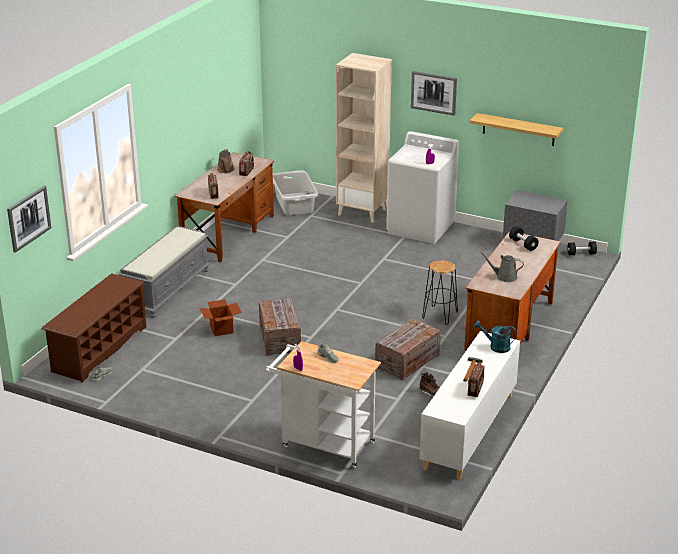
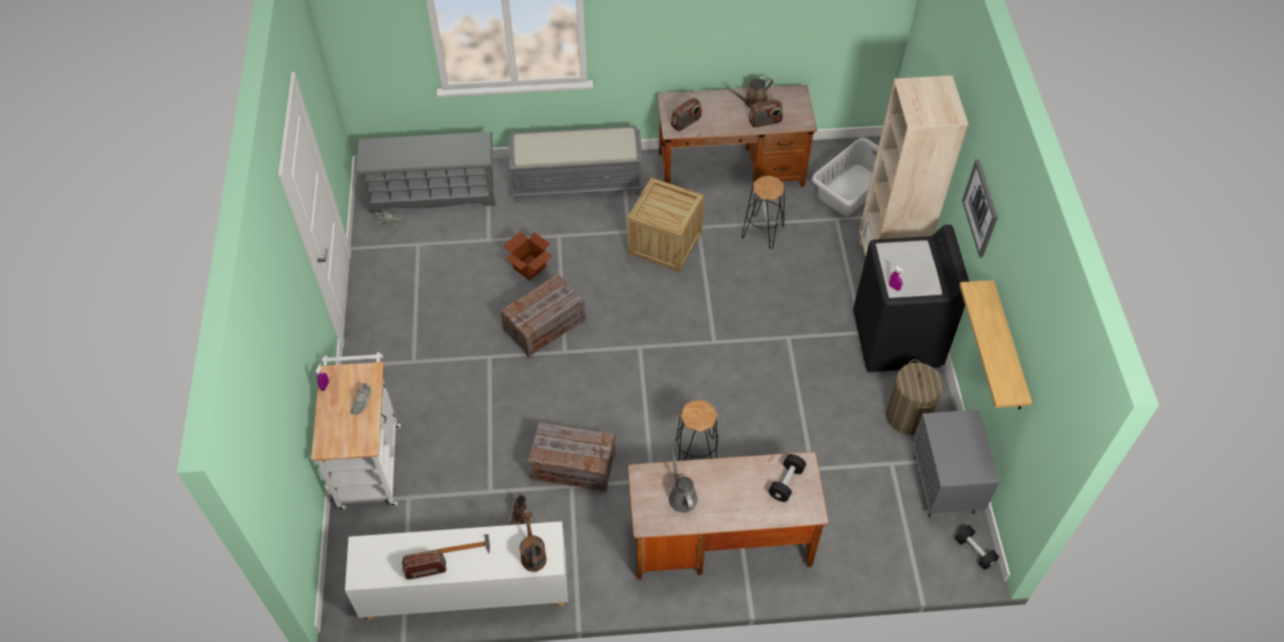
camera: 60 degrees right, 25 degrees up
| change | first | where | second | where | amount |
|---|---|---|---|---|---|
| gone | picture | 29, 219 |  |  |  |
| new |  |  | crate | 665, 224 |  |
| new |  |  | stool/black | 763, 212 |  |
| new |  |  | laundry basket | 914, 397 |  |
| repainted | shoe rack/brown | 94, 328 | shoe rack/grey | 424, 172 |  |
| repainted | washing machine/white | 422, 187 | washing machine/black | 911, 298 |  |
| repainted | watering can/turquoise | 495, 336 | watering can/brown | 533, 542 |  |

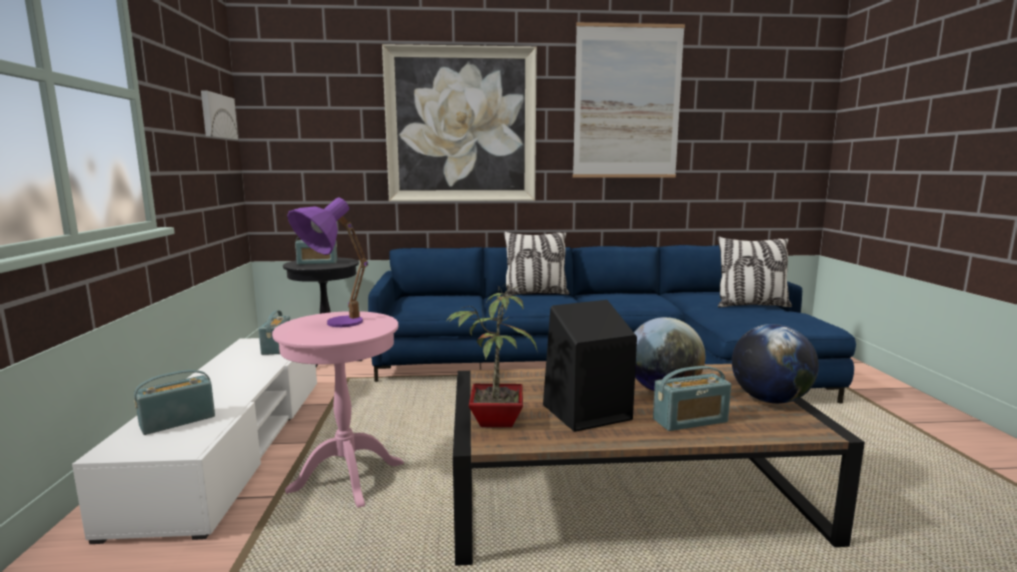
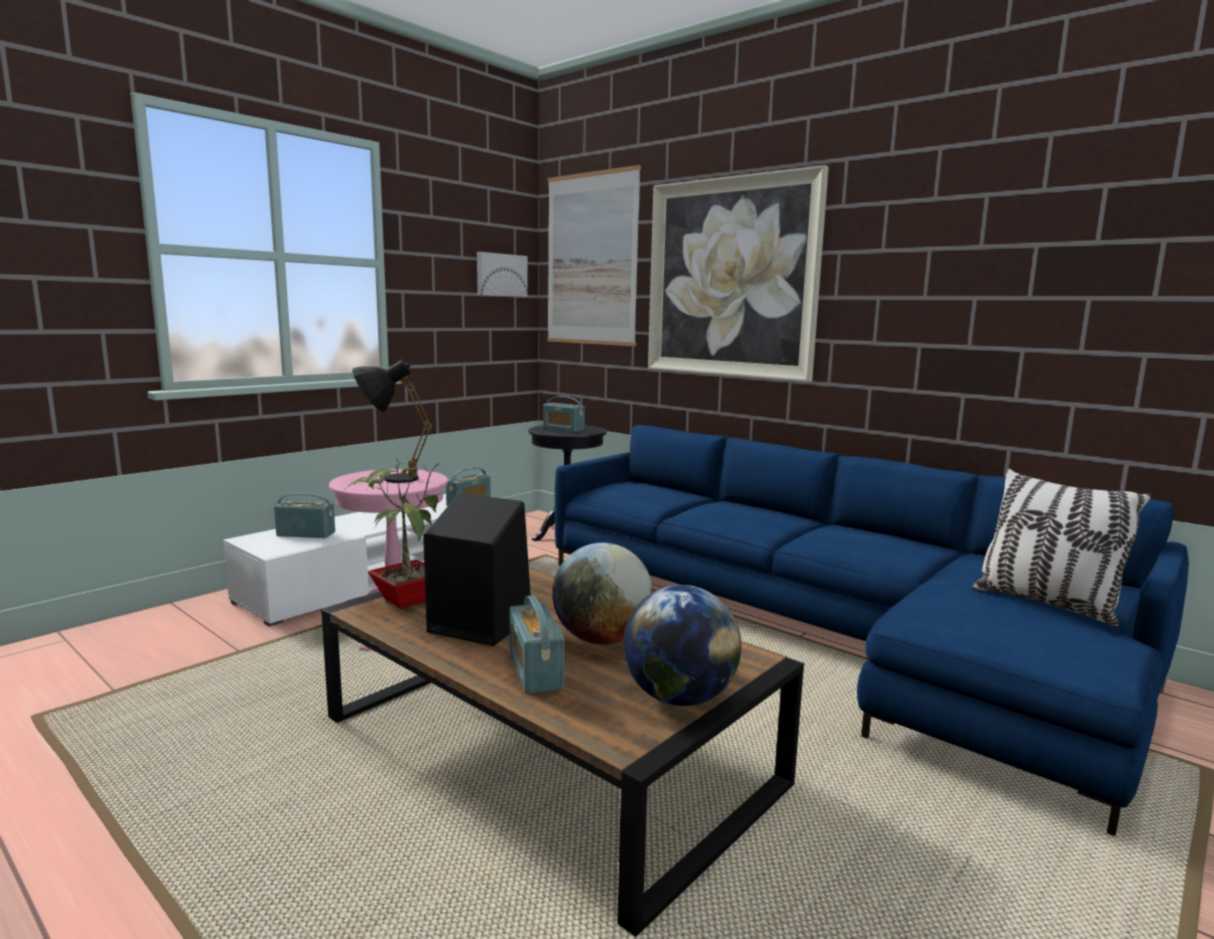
camera: 45 degrees right, 0 degrees up
| change | first | where | second | where | amount |
|---|---|---|---|---|---|
| gone | pillow | 536, 263 |  |  |  |
| shifted | picture | 629, 100 |  | 594, 255 |  |
| repainted | table lamp/purple | 327, 262 | table lamp/black | 392, 421 |  |
| rotated | radio | 692, 398 |  | 537, 644 | 45 degrees clockwise |

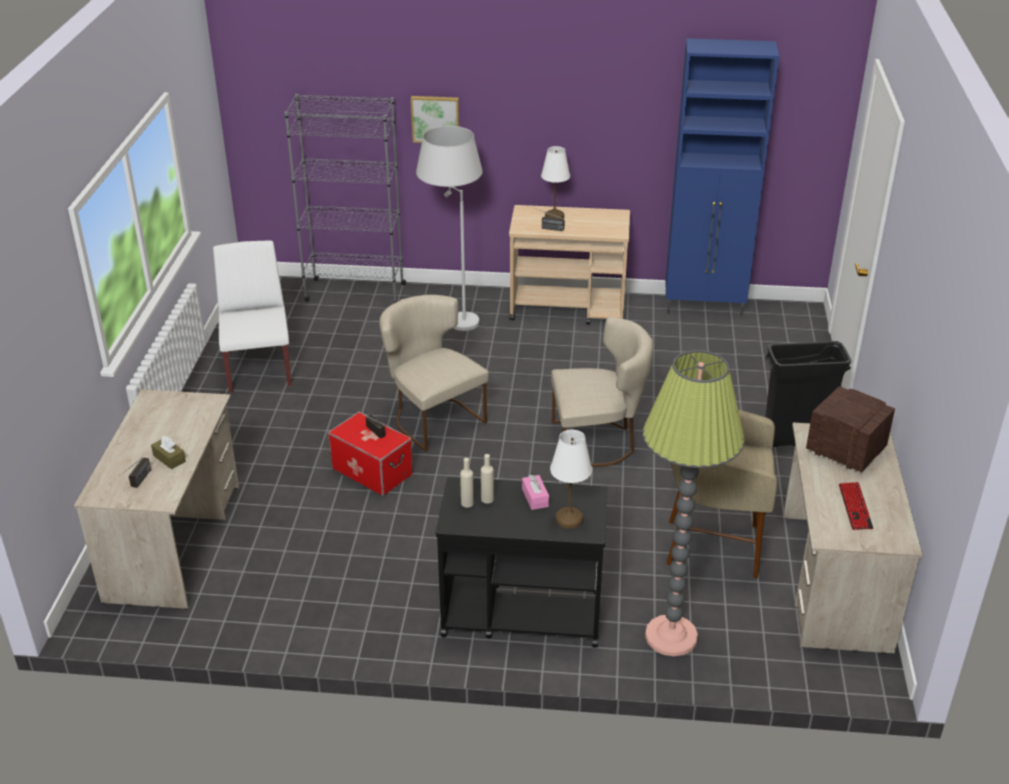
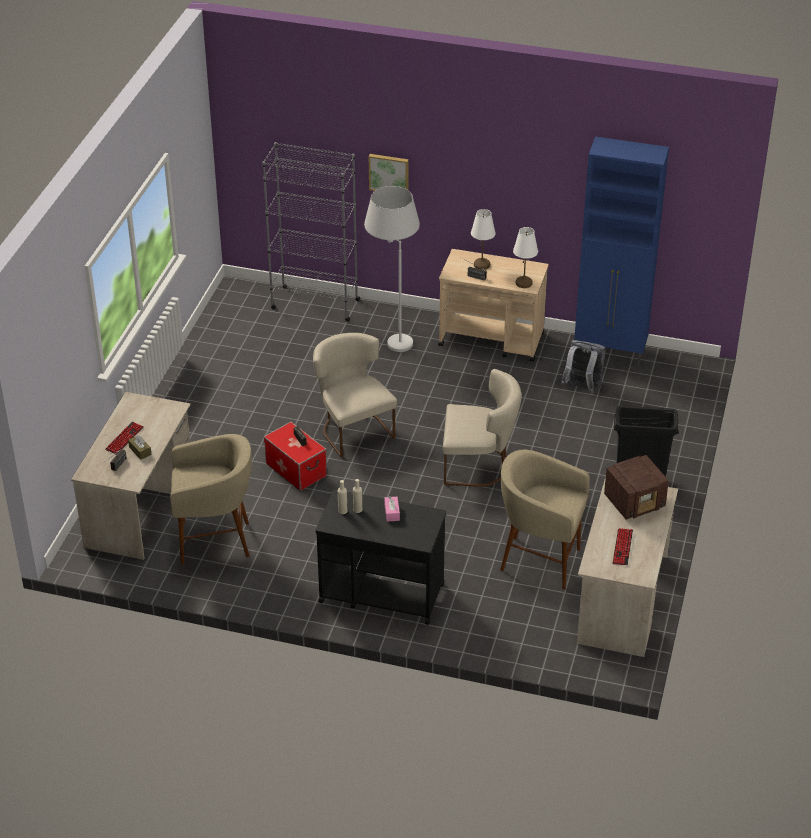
camera: 10 degrees right, 5 degrees up
| change | first | where | second | where | amount |
|---|---|---|---|---|---|
| gone | chair/white | 252, 316 |  |  |  |
| gone | floor lamp | 693, 503 |  |  |  |
| new |  |  | keyboard | 124, 438 |  |
| new |  |  | stool/beige | 211, 499 |  |
| new |  |  | backpack/grey | 583, 366 |  |
| shifted | table lamp/white | 571, 479 |  | 525, 257 |  |
| rotated | radio | 850, 429 |  | 636, 487 | 105 degrees clockwise |

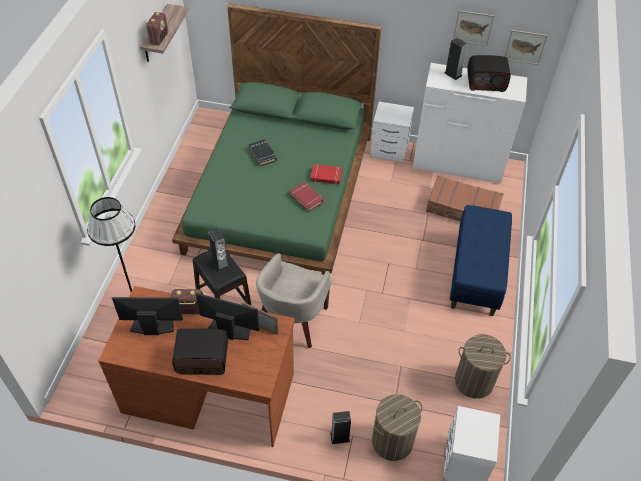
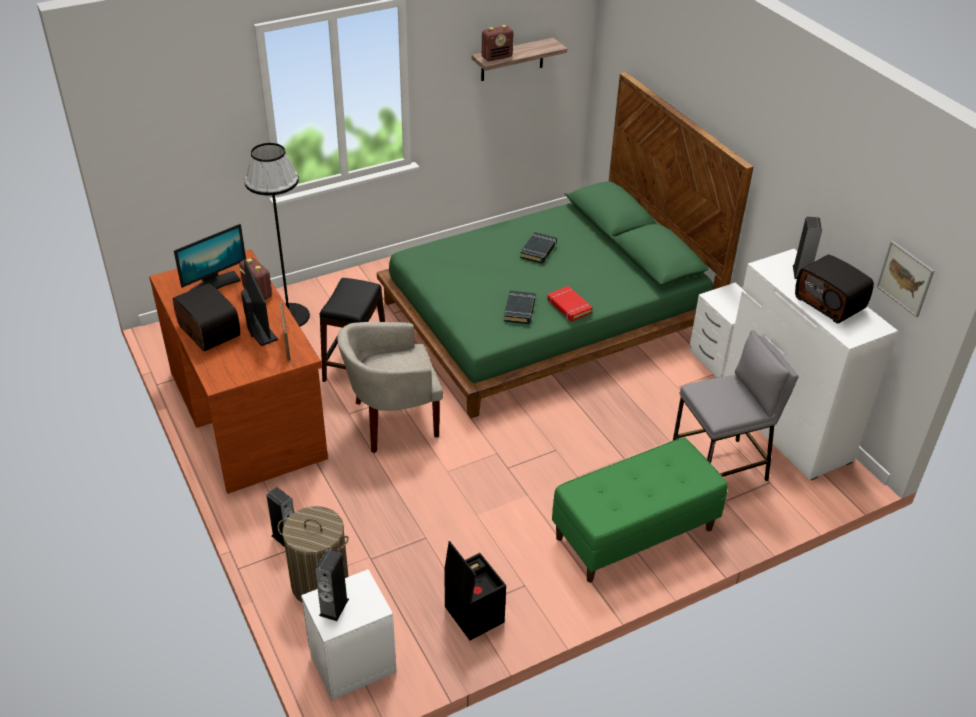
camera: 50 degrees right, 10 degrees down
| change | first | where | second | where | amount |
|---|---|---|---|---|---|
| gone | picture | 473, 28 |  |  |  |
| shifted | speaker | 218, 250 |  | 332, 585 |  |
| swapped | suitcase/brown | 465, 199 | stool/grey | 735, 405 |  |
| swapped | laundry basket | 483, 366 | storage box/black | 475, 590 |  |
| repainted | book/red | 306, 197 | book/black | 520, 307 |  |
| repainted | bench/blue | 481, 260 | bench/green | 640, 509 |  |
| rotated | monitor | 147, 316 |  | 210, 257 | 90 degrees clockwise |

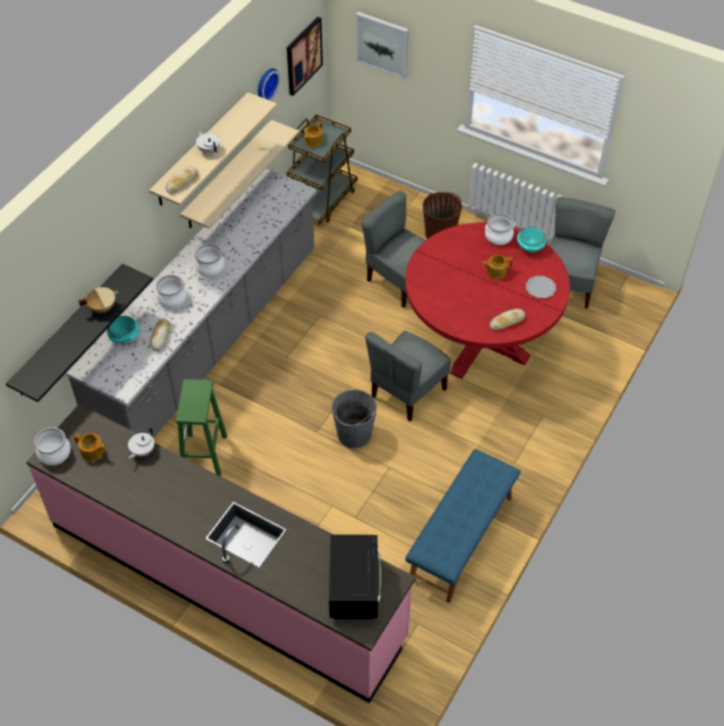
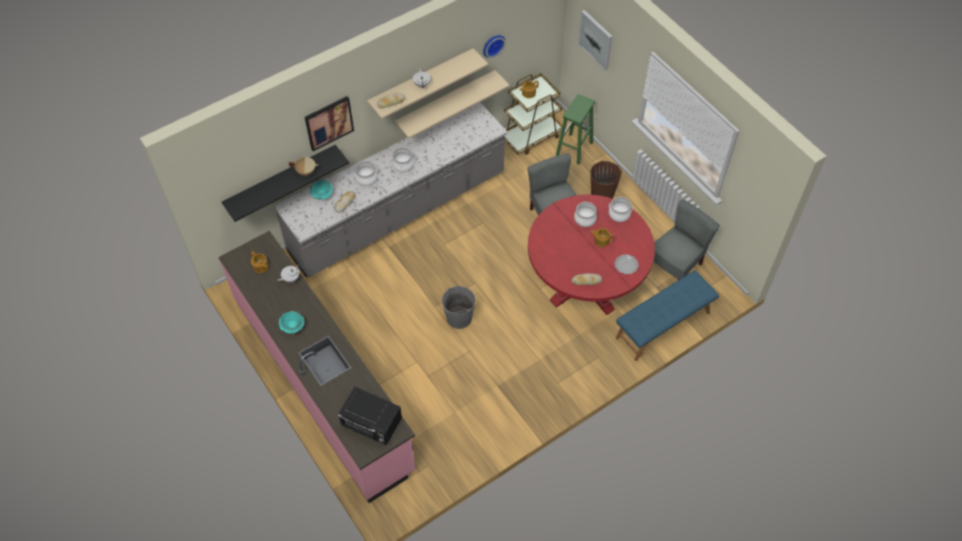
camera: 25 degrees right, 5 degrees up
| change | first | where | second | where | amount |
|---|---|---|---|---|---|
| gone | chair/grey | 408, 376 |  |  |  |
| shifted | cooking pot | 52, 446 |  | 585, 214 |  |
| shifted | stool/green | 201, 427 |  | 575, 129 |  |
| shifted | picture | 305, 56 |  | 329, 123 |  |
| shifted | bench/blue | 462, 526 |  | 667, 315 |  |
| shifted | bowl/turquoise | 532, 239 |  | 292, 322 |  |
| rotated | microwave/black | 355, 576 |  | 370, 416 | 90 degrees clockwise |

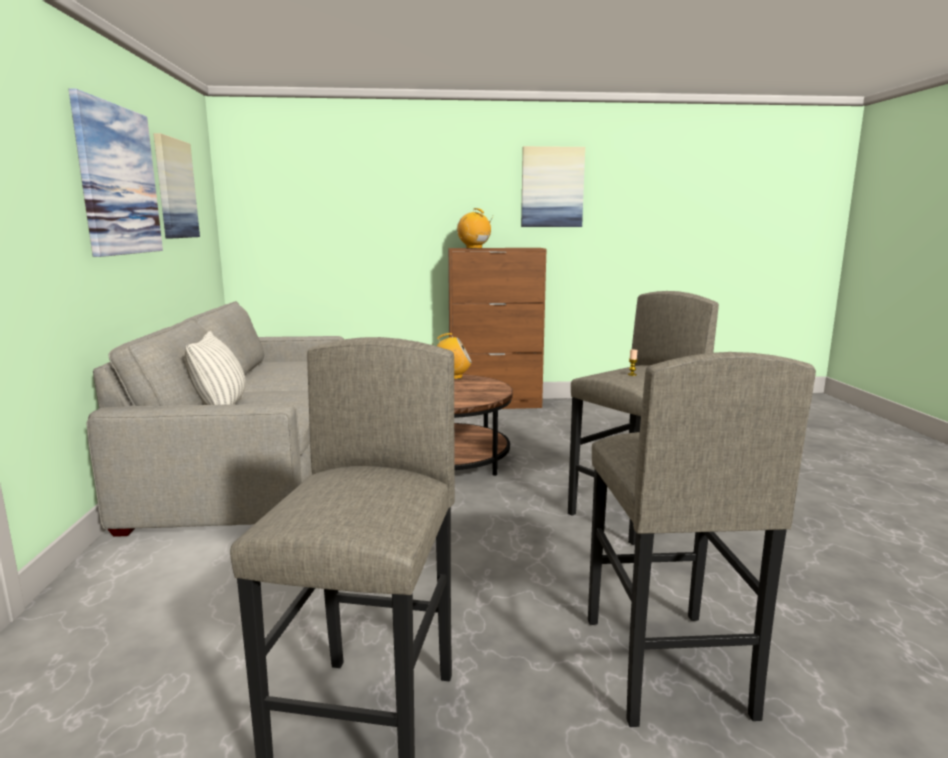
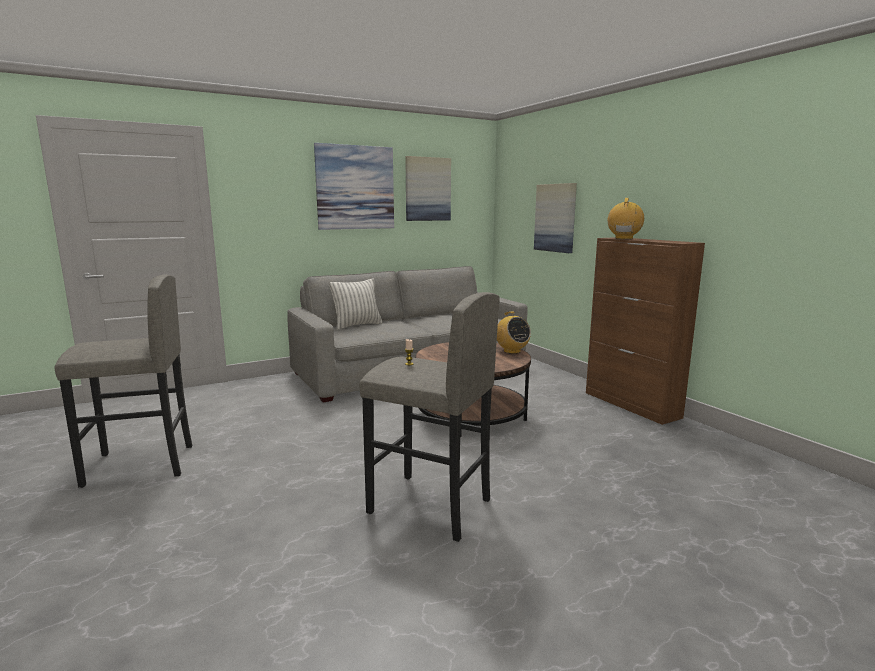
camera: 65 degrees right, 0 degrees up
| change | first | where | second | where | amount |
|---|---|---|---|---|---|
| gone | stool/grey | 702, 539 |  |  |  |
| shifted | picture | 553, 186 |  | 555, 218 |  |

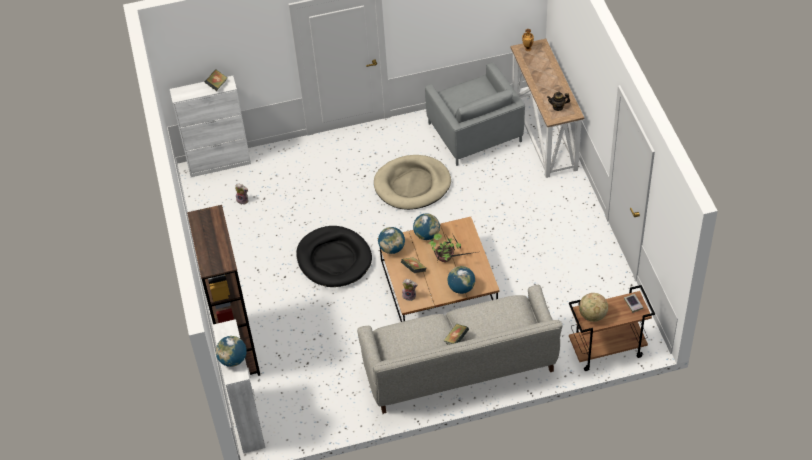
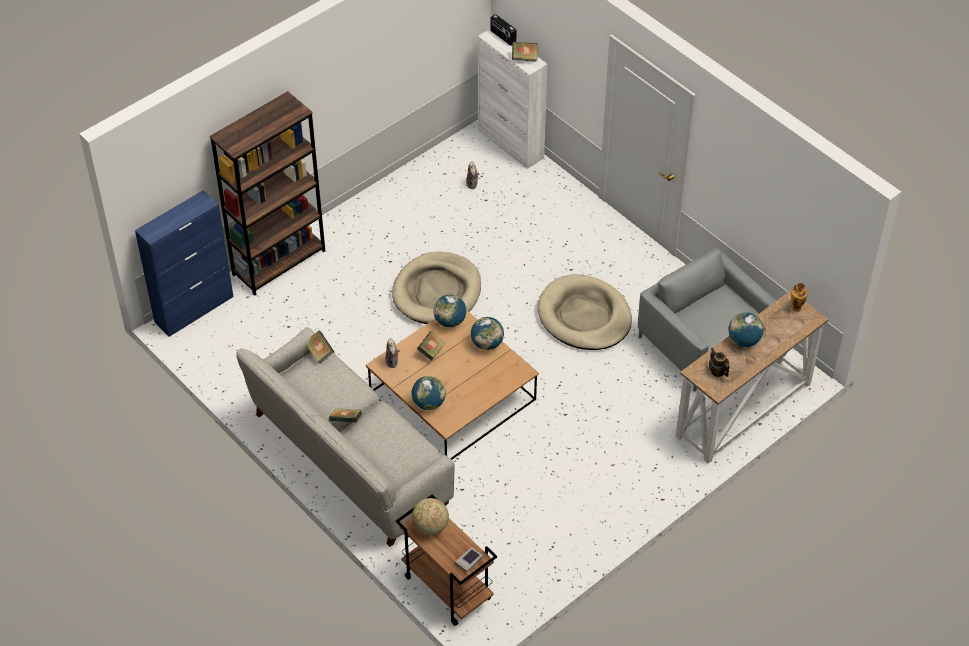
camera: 60 degrees right, 0 degrees up
| change | first | where | second | where | amount |
|---|---|---|---|---|---|
| gone | potted plant | 452, 248 |  |  |  |
| new |  |  | book | 320, 347 |  |
| new |  |  | radio | 503, 30 |  |
| shifted | globe | 231, 351 |  | 745, 329 |  |
| repainted | cabinet/white | 239, 386 | cabinet/blue | 184, 263 |  |
| repainted | dog bed/black | 334, 256 | dog bed/beige | 436, 287 |  |
| rotated | armchair/grey | 475, 114 |  | 707, 320 | 105 degrees clockwise |

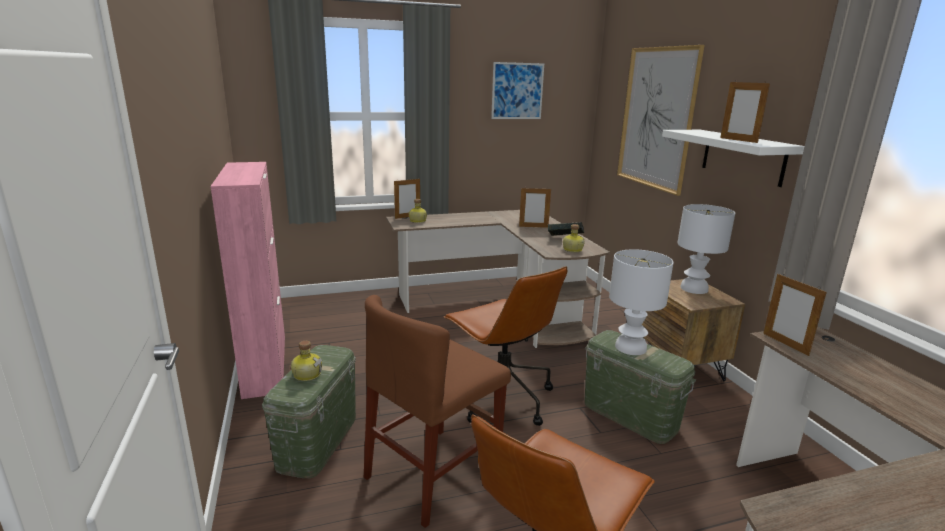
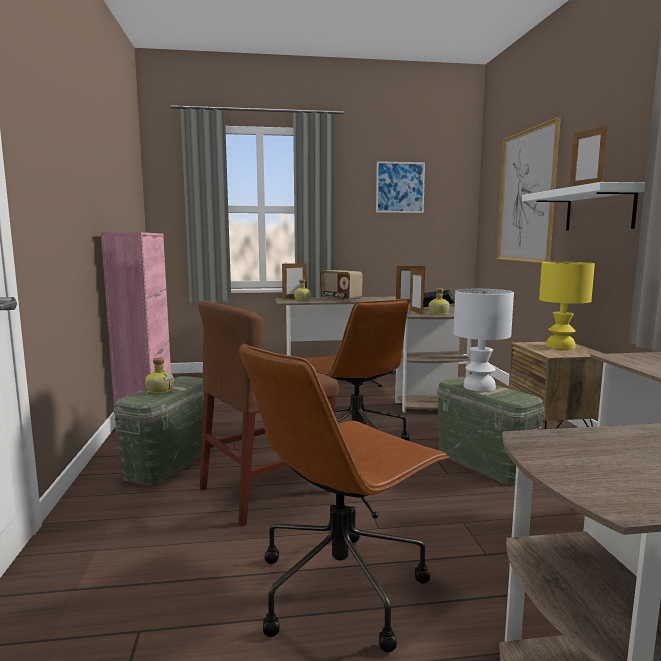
camera: 10 degrees right, 10 degrees down
| change | first | where | second | where | amount |
|---|---|---|---|---|---|
| new |  |  | radio | 341, 285 |  |
| shifted | picture frame | 795, 315 |  | 417, 291 |  |
| repainted | table lamp/white | 706, 249 | table lamp/yellow | 567, 305 |  |

